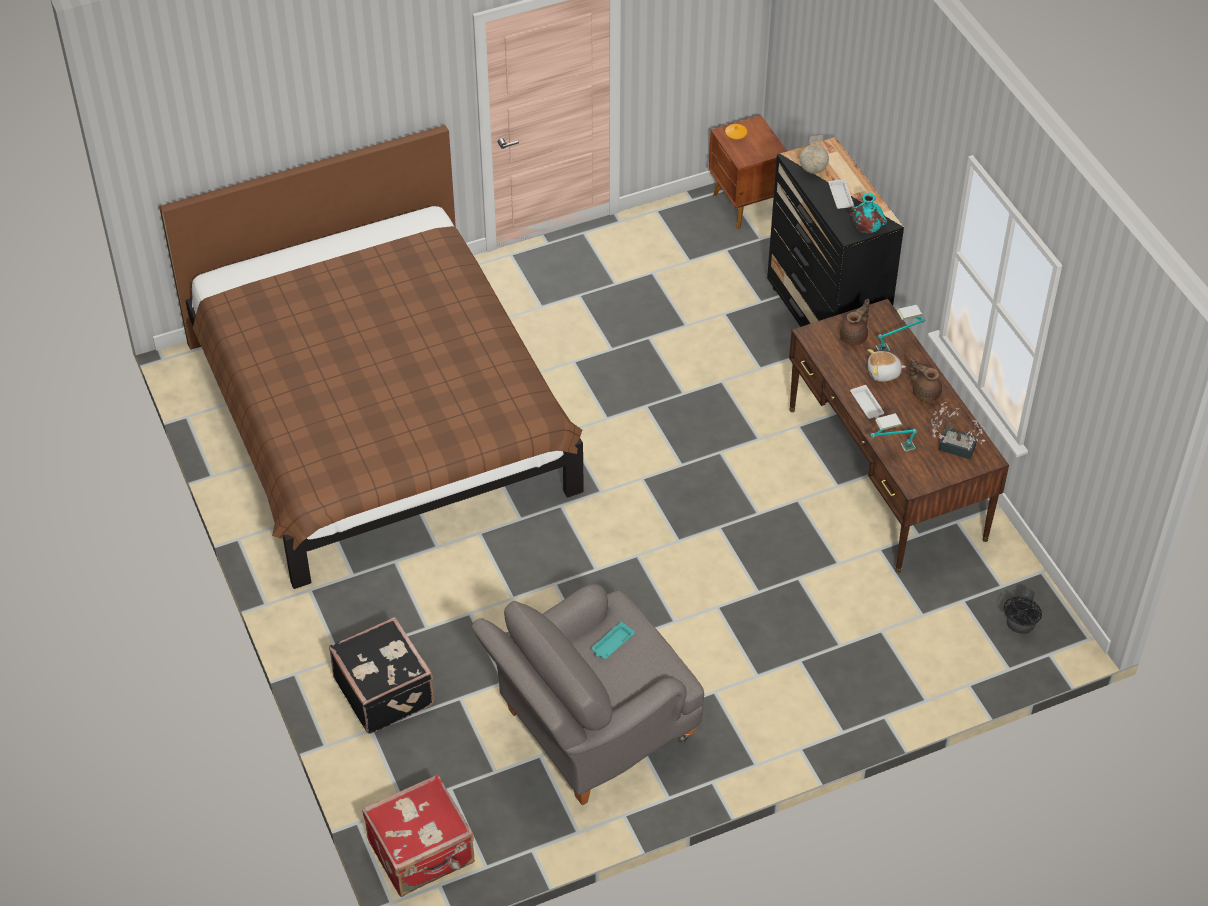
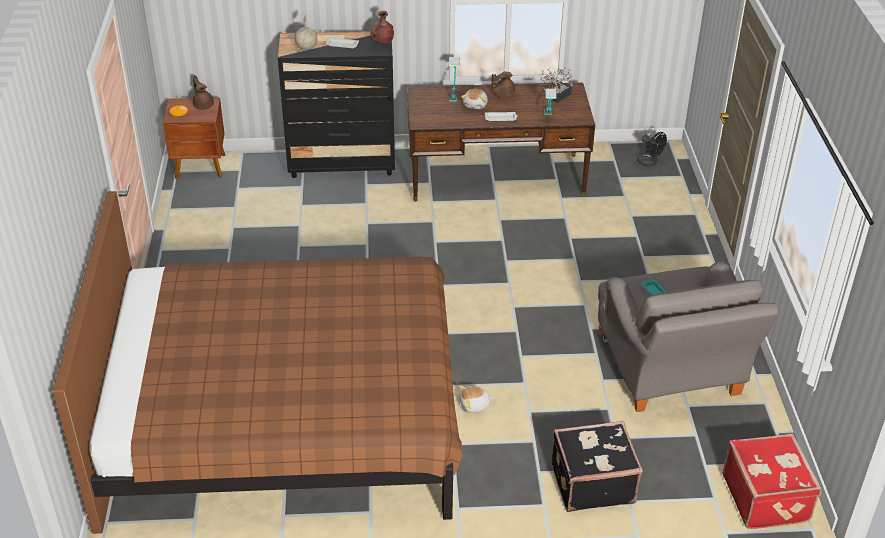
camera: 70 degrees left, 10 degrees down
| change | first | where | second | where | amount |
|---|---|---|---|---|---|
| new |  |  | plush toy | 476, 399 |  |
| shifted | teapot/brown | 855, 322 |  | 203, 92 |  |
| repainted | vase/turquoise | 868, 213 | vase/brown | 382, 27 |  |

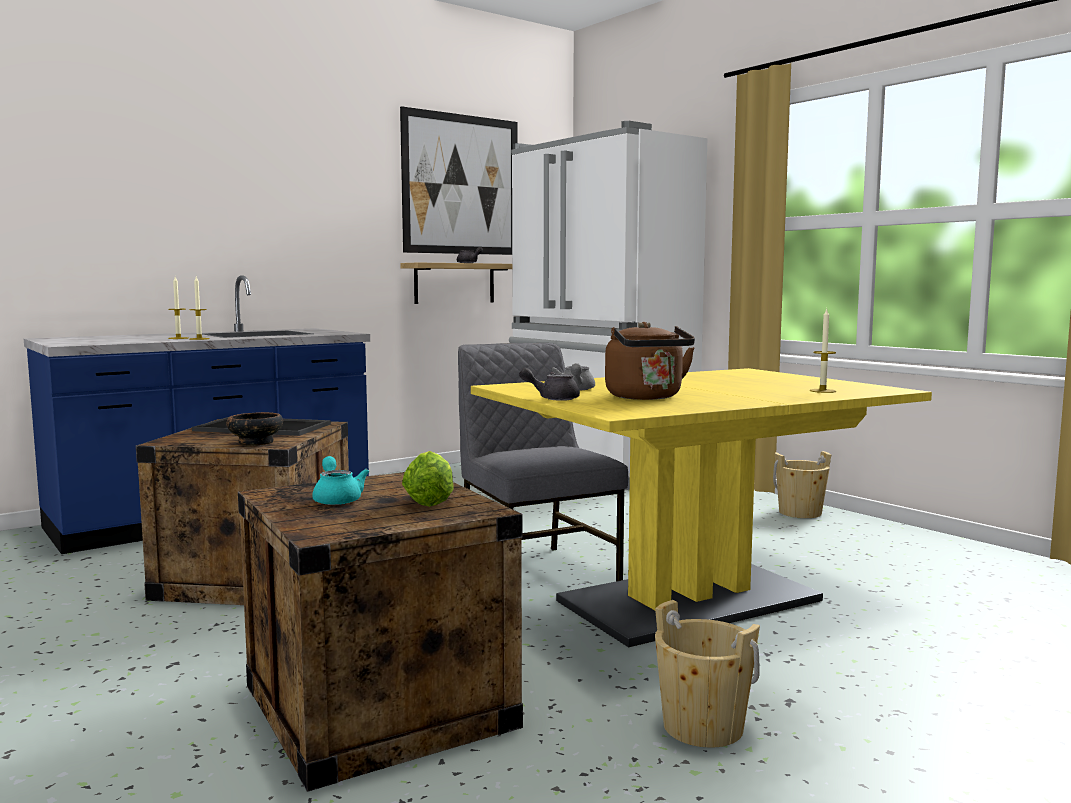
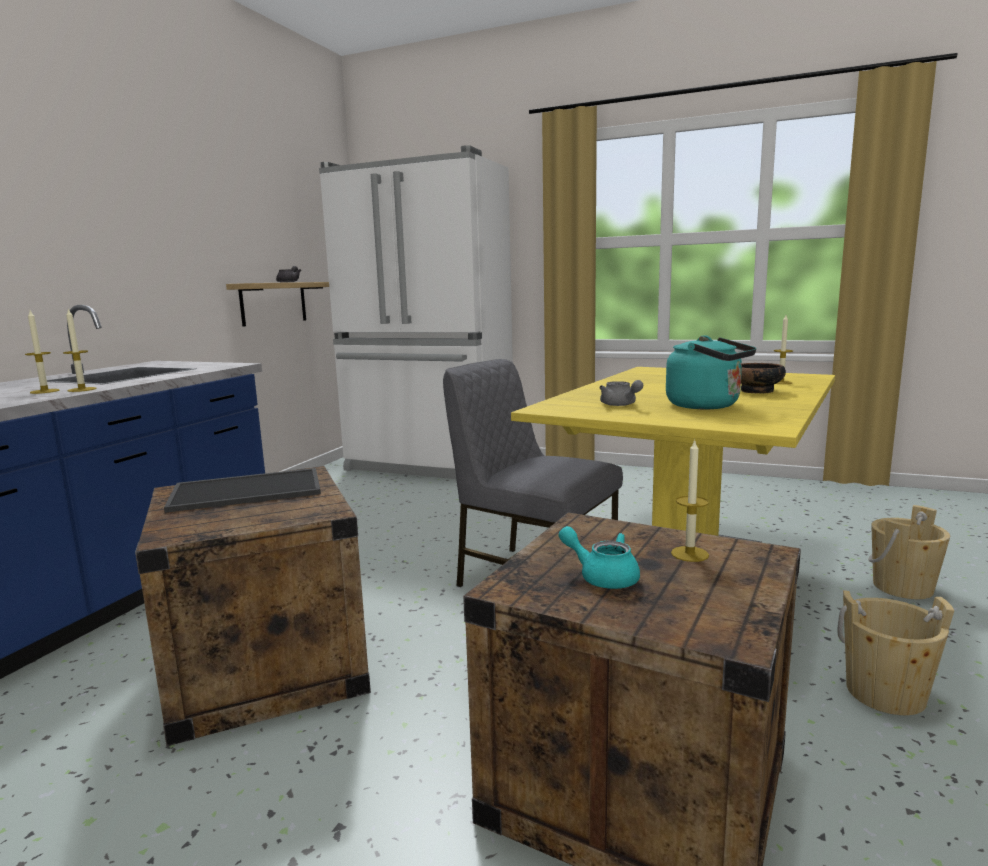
camera: 30 degrees left, 5 degrees up
| change | first | where | second | where | amount |
|---|---|---|---|---|---|
| gone | picture | 458, 180 |  |  |  |
| gone | teapot/grey | 549, 384 |  |  |  |
| shifted | bowl | 255, 429 |  | 763, 378 |  |
| shifted | bucket/beige | 802, 484 |  | 909, 552 |  |
| swapped | lettuce | 427, 479 | candle | 690, 501 |  |
| repainted | kettle/brown | 650, 361 | kettle/turquoise | 711, 372 |  |

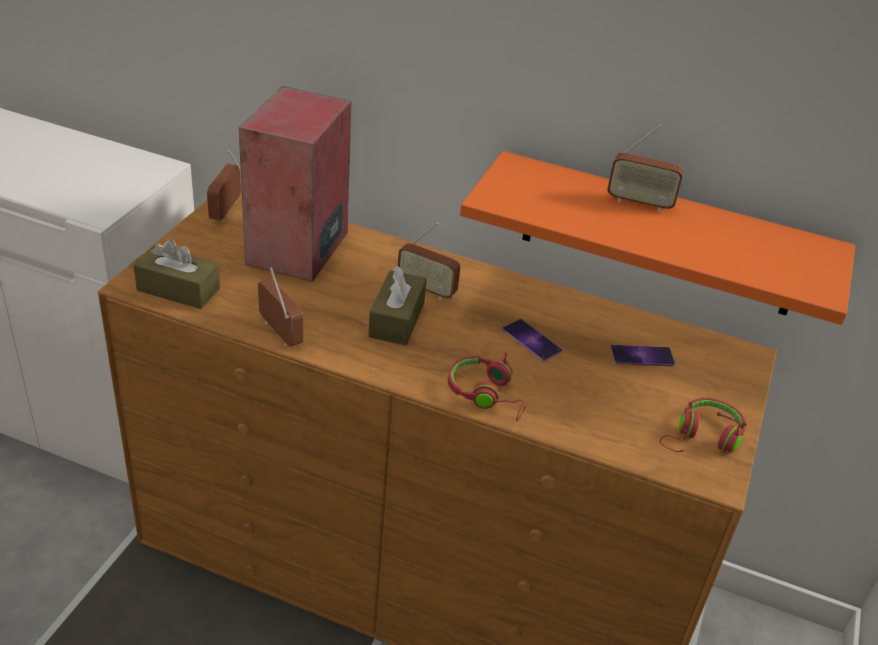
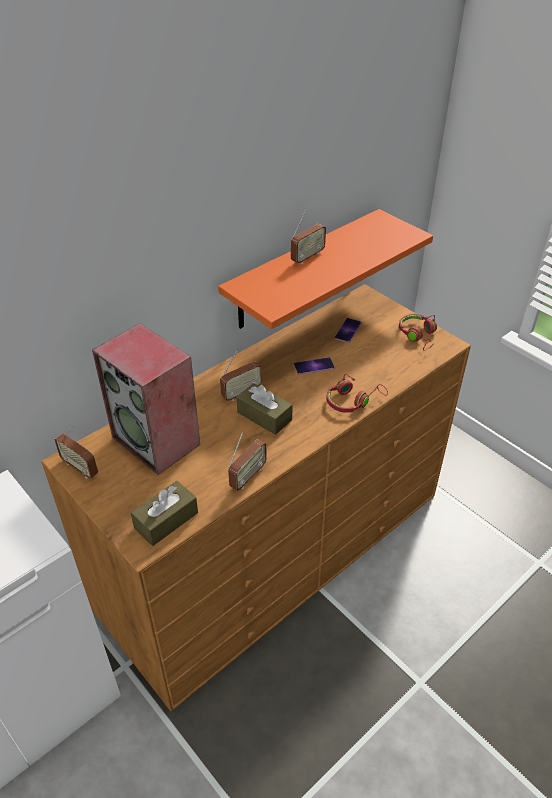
camera: 60 degrees left, 5 degrees up
| change | first | where | second | where | amount |
|---|---|---|---|---|---|
| rotated | radio | 280, 307 |  | 247, 461 | 135 degrees clockwise |

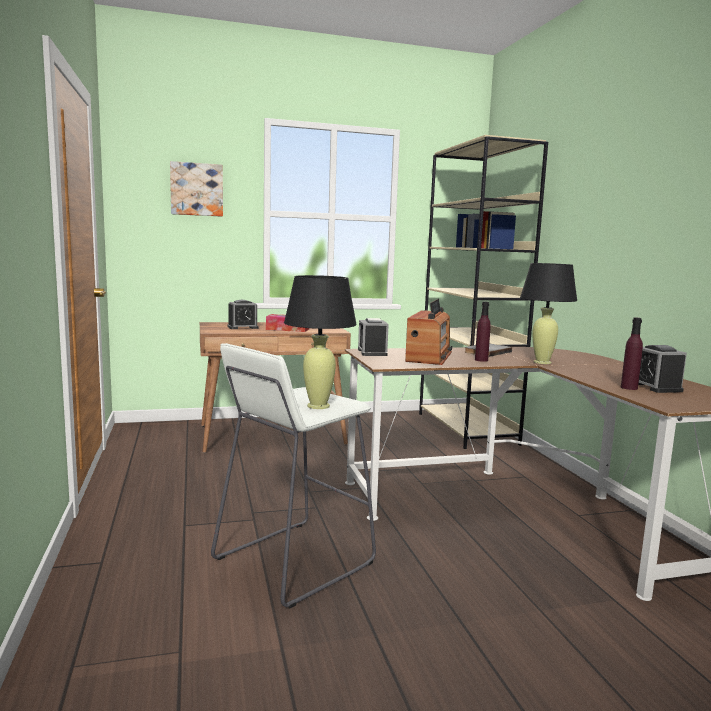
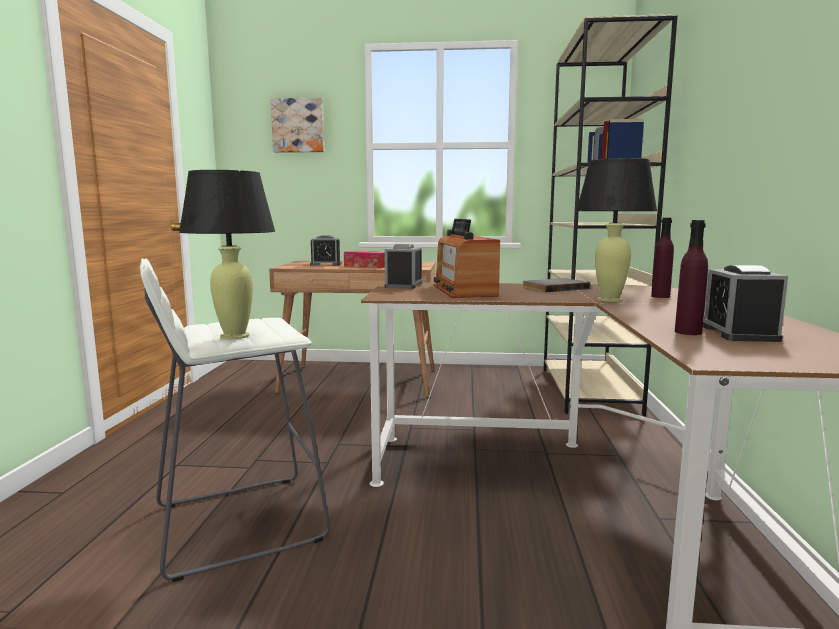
camera: 20 degrees right, 0 degrees up
| change | first | where | second | where | amount |
|---|---|---|---|---|---|
| shifted | bottle/purple | 483, 332 |  | 662, 258 |  |
| rotated | radio | 428, 332 |  | 466, 258 | 135 degrees clockwise |

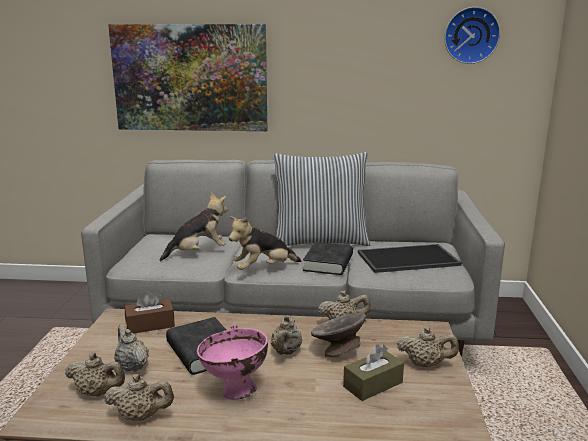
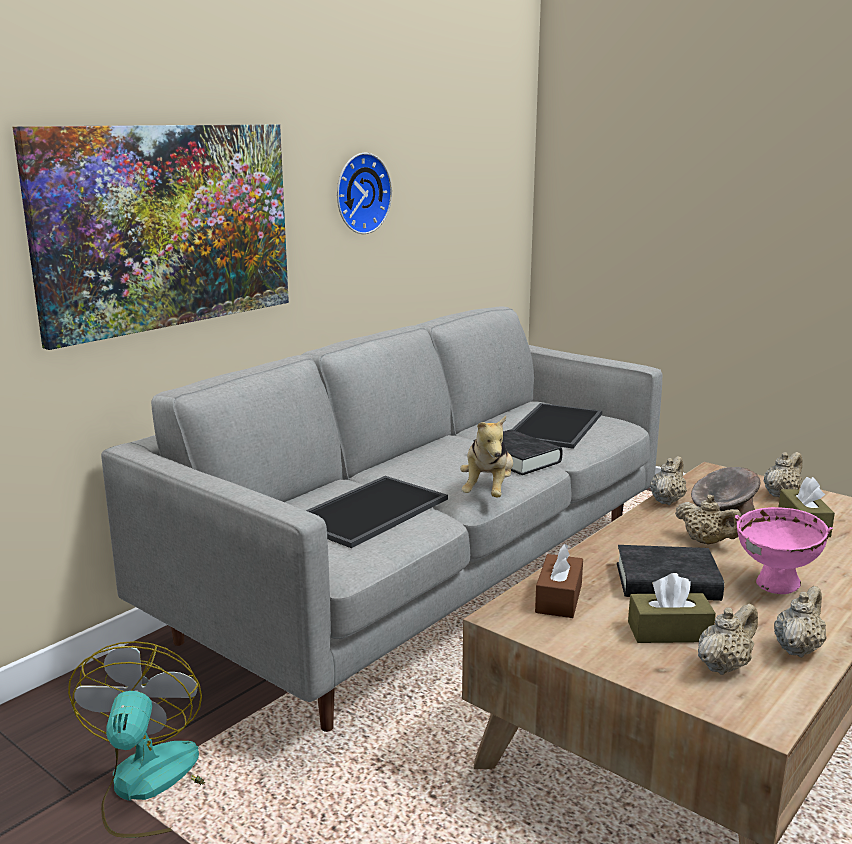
camera: 55 degrees left, 0 degrees up
| change | first | where | second | where | amount |
|---|---|---|---|---|---|
| gone | pillow | 321, 199 |  |  |  |
| new |  |  | fan | 136, 739 |  |
| shifted | wall clock | 472, 35 |  | 364, 193 |  |
| swapped | teapot/beige | 131, 348 | tissue box/brown | 672, 608 |  |
| swapped | plush toy | 193, 227 | tray | 377, 512 |  |

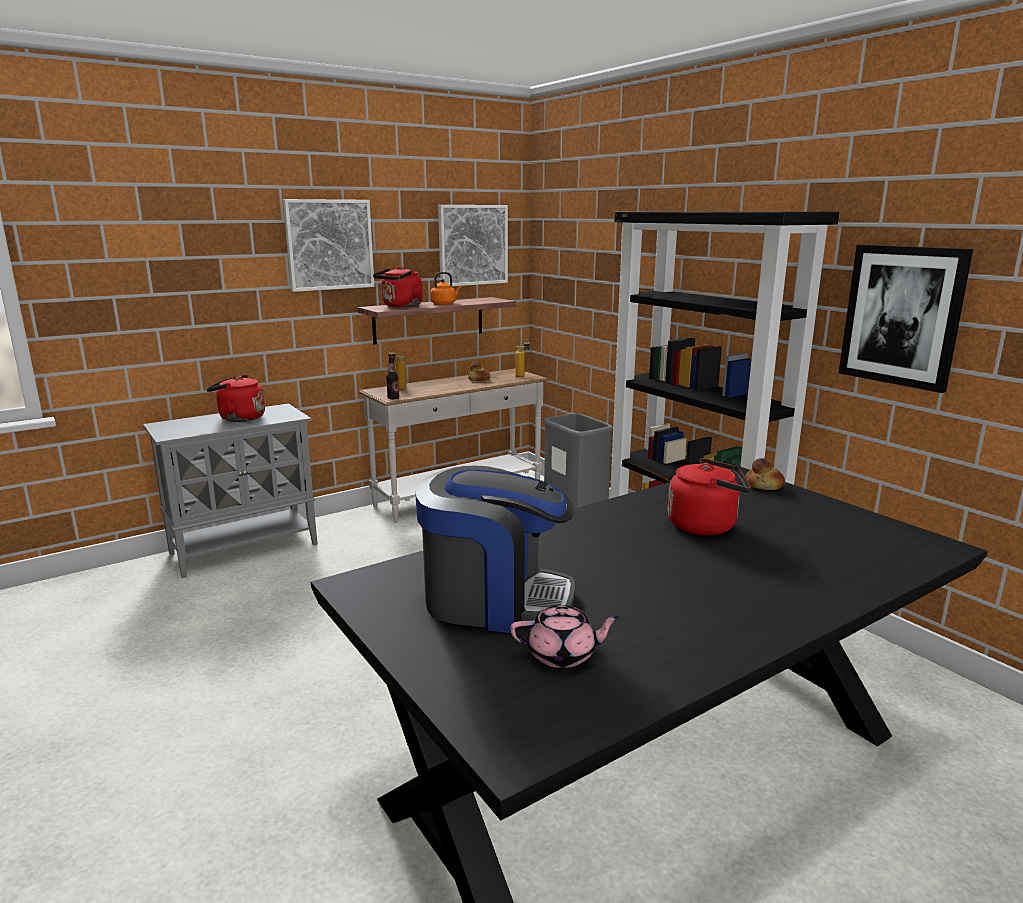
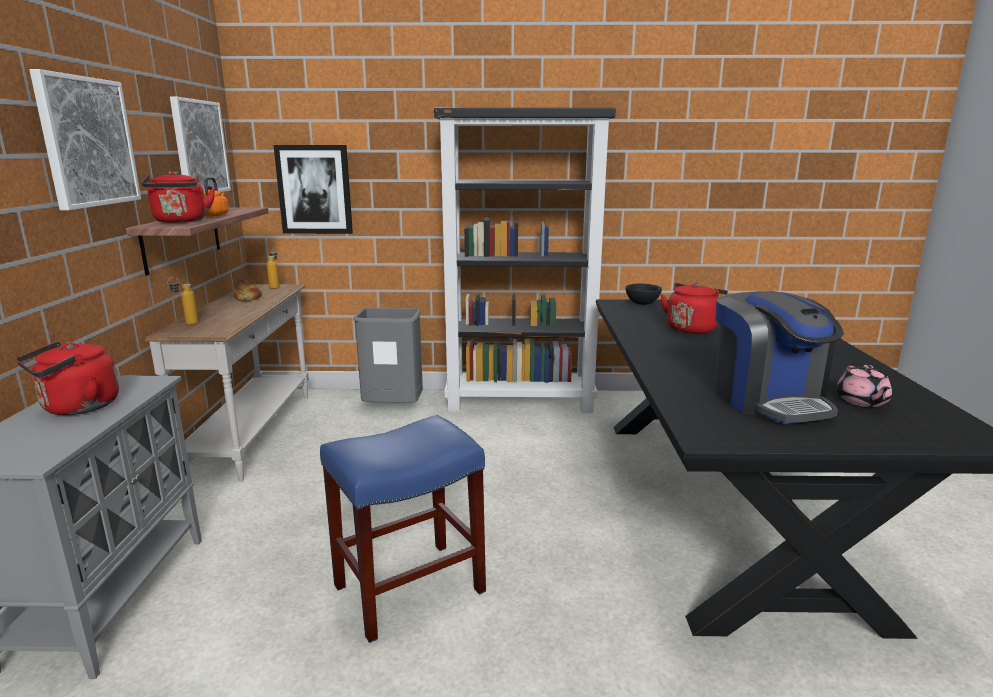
camera: 55 degrees left, 0 degrees up
| change | first | where | second | where | amount |
|---|---|---|---|---|---|
| gone | bottle | 392, 378 |  |  |  |
| new |  |  | stool/blue | 403, 529 |  |
| shifted | picture | 906, 319 |  | 313, 189 |  |
| swapped | bread | 765, 474 | bowl/black | 644, 294 |  |
| rotated | coffee machine | 495, 549 |  | 779, 357 | 120 degrees clockwise |
| rotated | teapot/pink | 565, 636 |  | 864, 386 | 150 degrees clockwise |

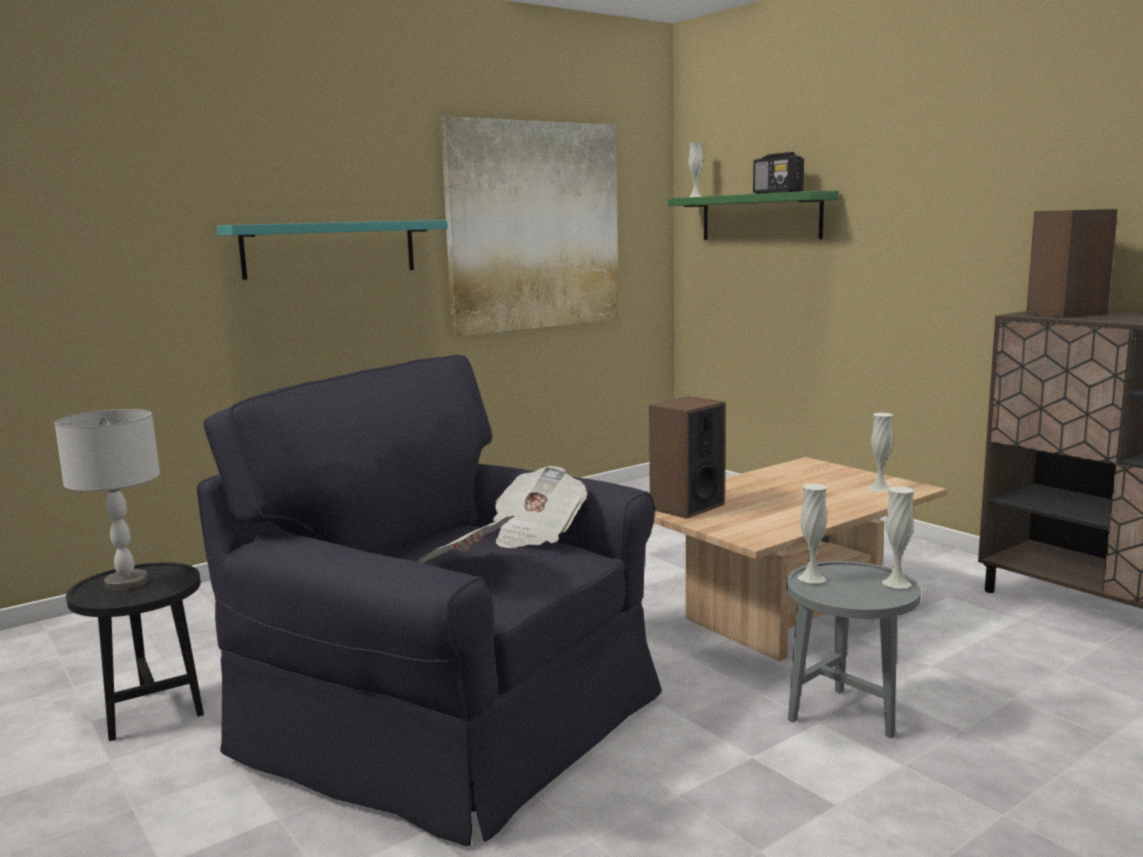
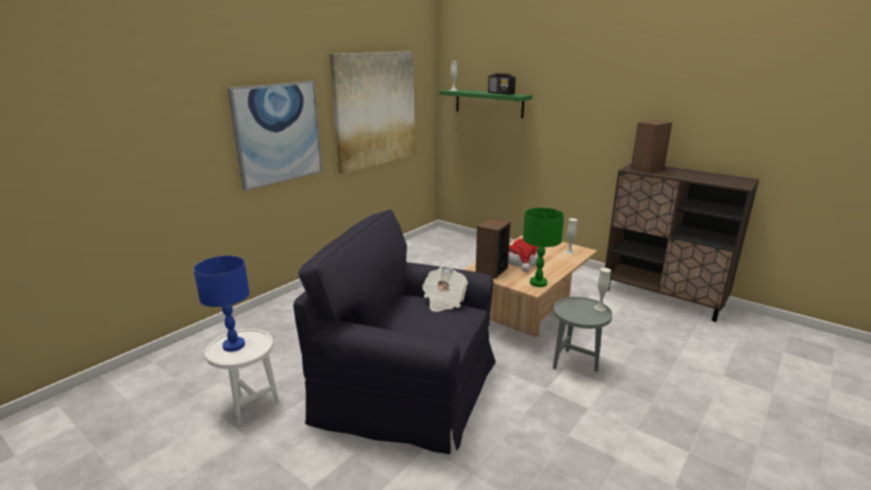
camera: 15 degrees left, 10 degrees up
| change | first | where | second | where | amount |
|---|---|---|---|---|---|
| gone | newspaper | 465, 539 |  |  |  |
| gone | vase/white | 812, 534 |  |  |  |
| new |  |  | hat | 523, 255 |  |
| new |  |  | table lamp/green | 543, 247 |  |
| swapped | shelf/turquoise | 332, 250 | picture | 274, 136 |  |
| repainted | table lamp/grey | 107, 500 | table lamp/blue | 221, 304 |  |
| repainted | side table/black | 135, 651 | side table/white | 242, 377 |  |

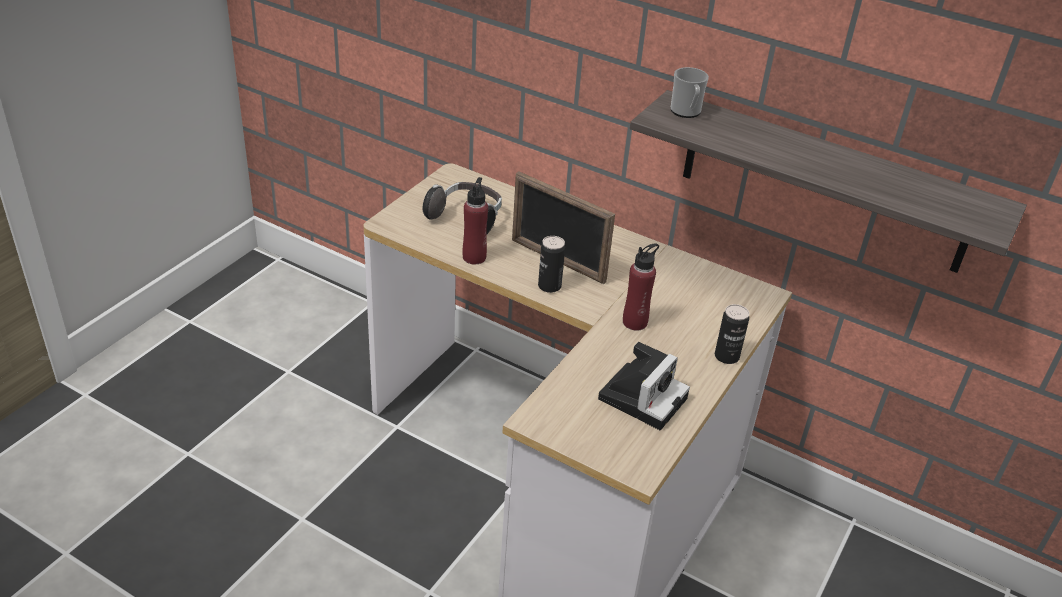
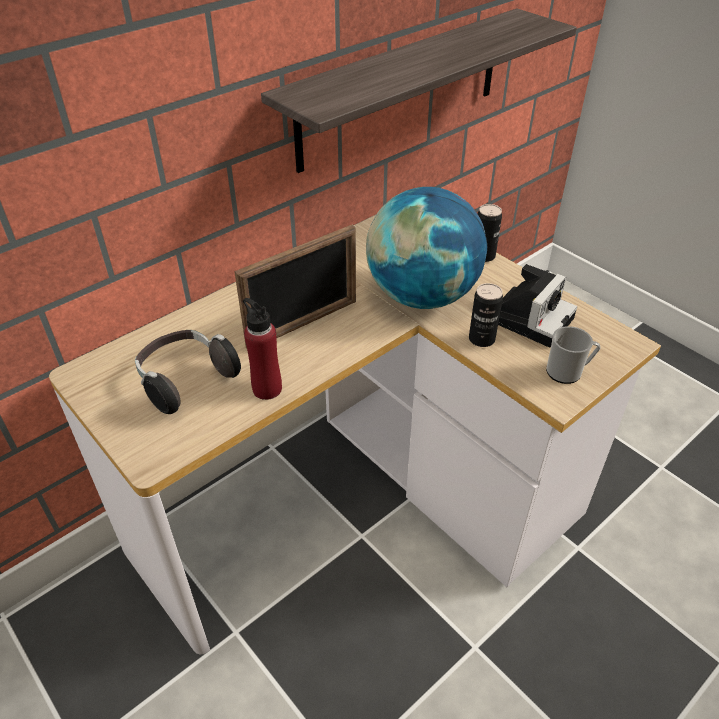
camera: 70 degrees left, 5 degrees up
| change | first | where | second | where | amount |
|---|---|---|---|---|---|
| shifted | can | 551, 264 |  | 486, 315 |  |
| shifted | mug | 689, 92 |  | 573, 355 |  |
| swapped | bottle/red | 641, 286 | globe | 426, 248 |  |
| rotated | photo camera | 644, 386 |  | 537, 306 | 75 degrees clockwise |

